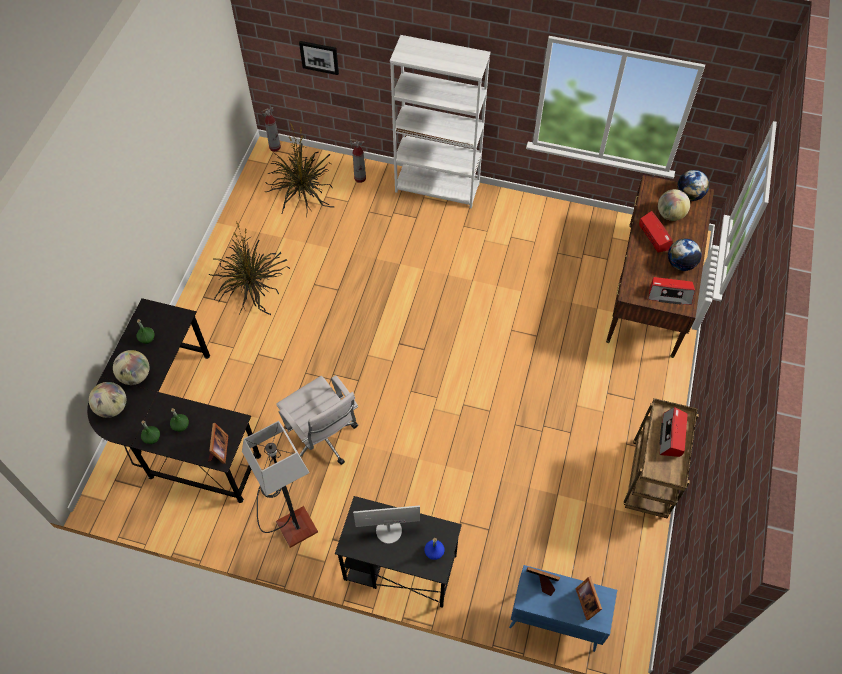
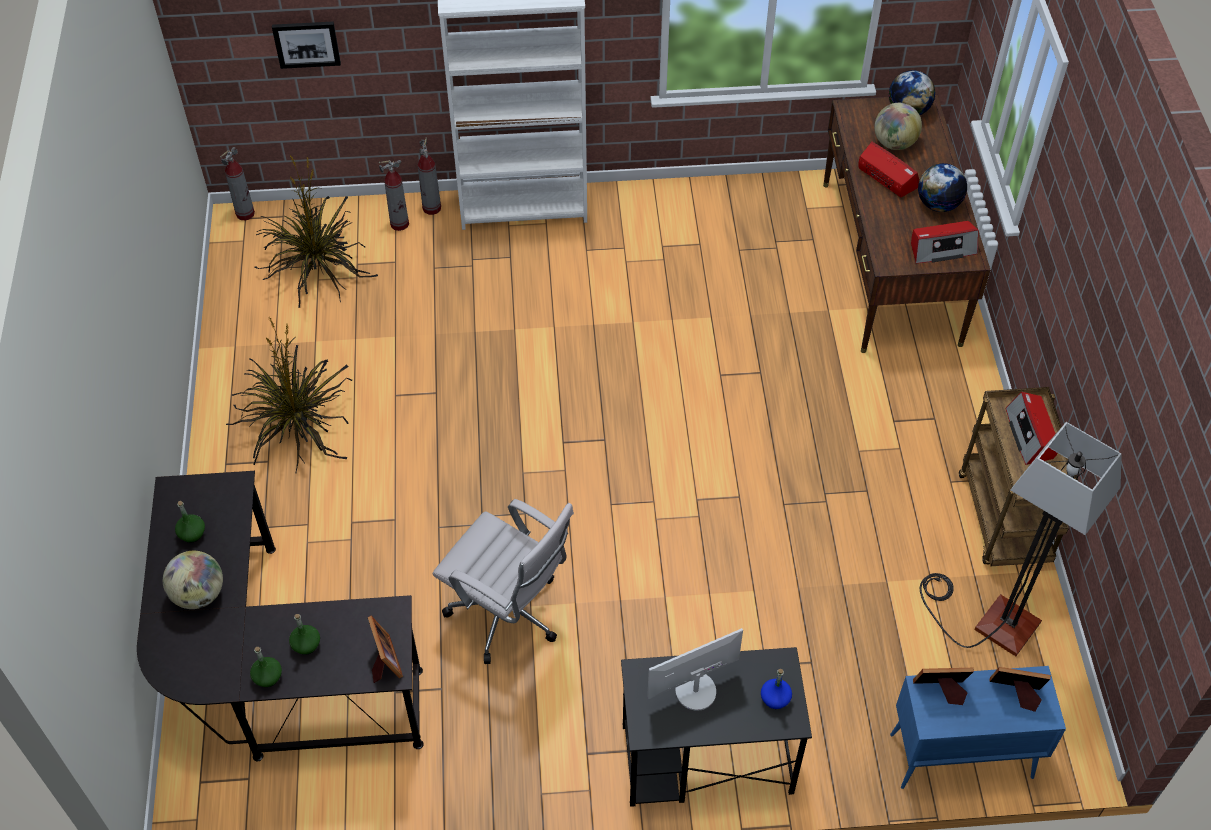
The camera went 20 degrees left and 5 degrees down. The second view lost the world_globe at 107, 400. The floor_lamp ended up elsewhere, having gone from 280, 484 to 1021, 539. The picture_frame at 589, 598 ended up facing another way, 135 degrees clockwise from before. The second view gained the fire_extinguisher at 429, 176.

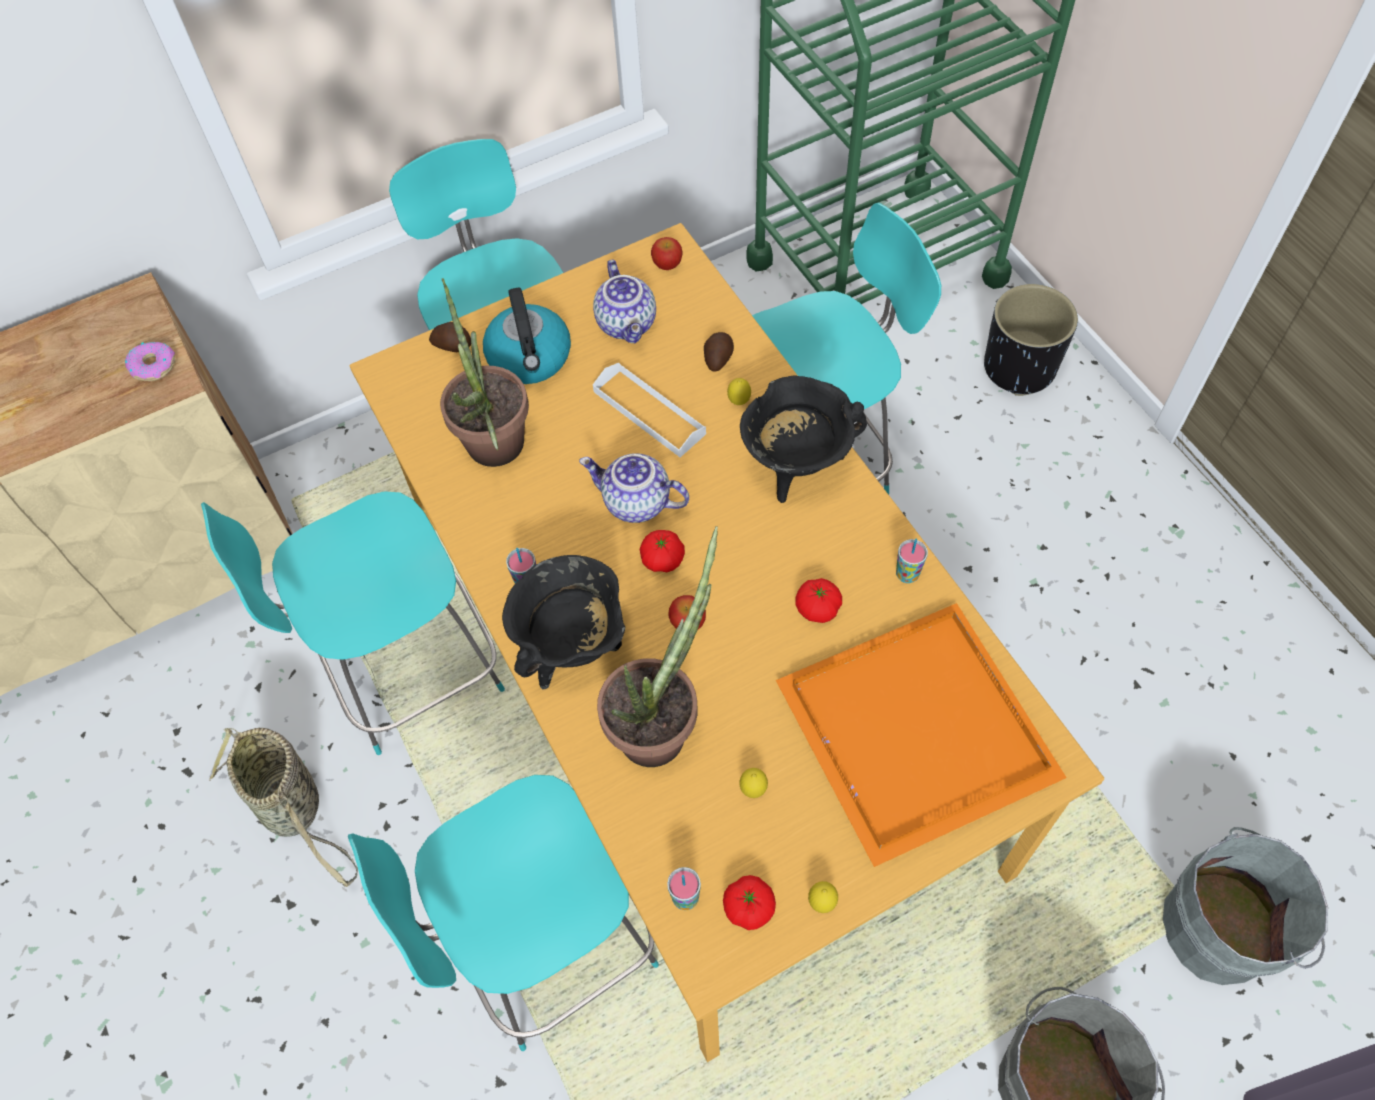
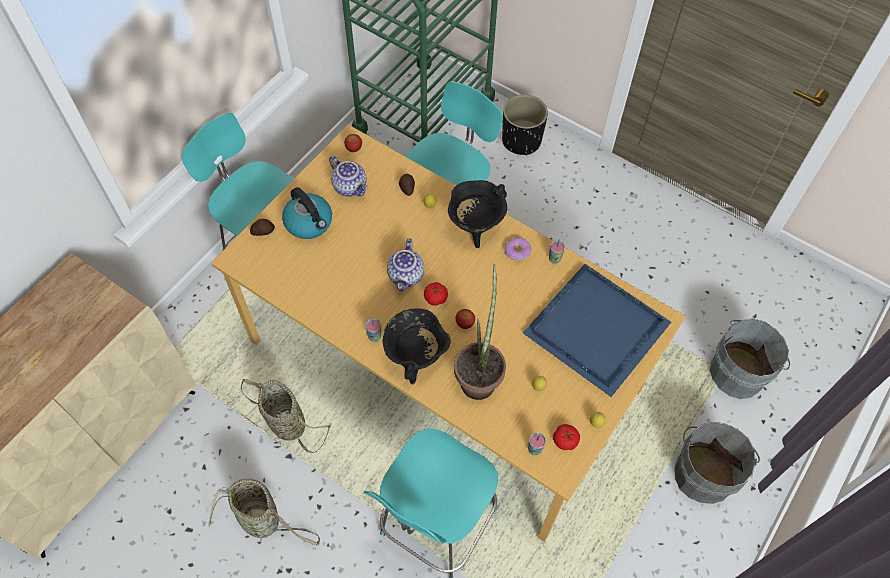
The camera went 30 degrees left and 0 degrees up. The second view lost the houseplant at 484, 372. The ring_doughnut ended up elsewhere, having gone from 150, 361 to 517, 249. The second view lost the whitish_carrying_tray at 649, 410. The tea_pot at 634, 488 ended up facing another way, 75 degrees counterclockwise from before. Where the turquoise_chair stood at 353, 623, the storage_basket came to stand at 286, 416. The second view lost the tomato at 819, 600. What was the orange-coloured_carrying_tray at 921, 735 turned into the blue_carrying_tray at 597, 330.

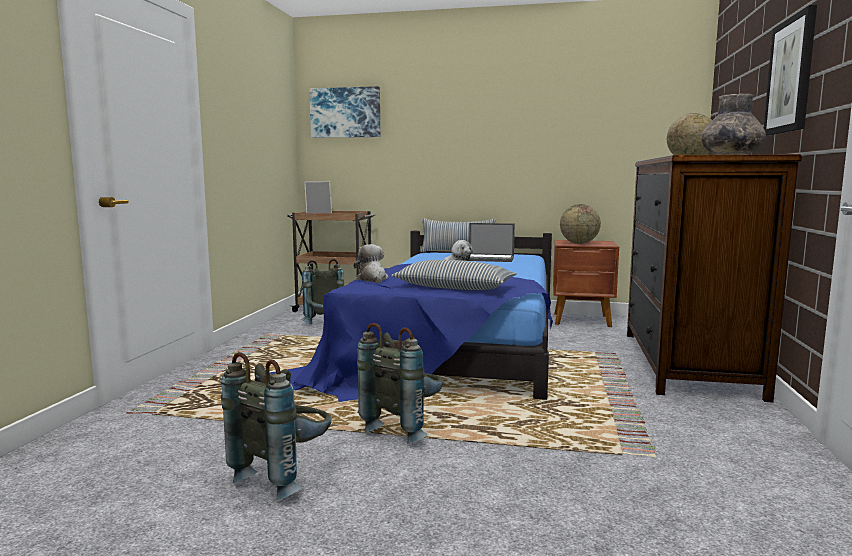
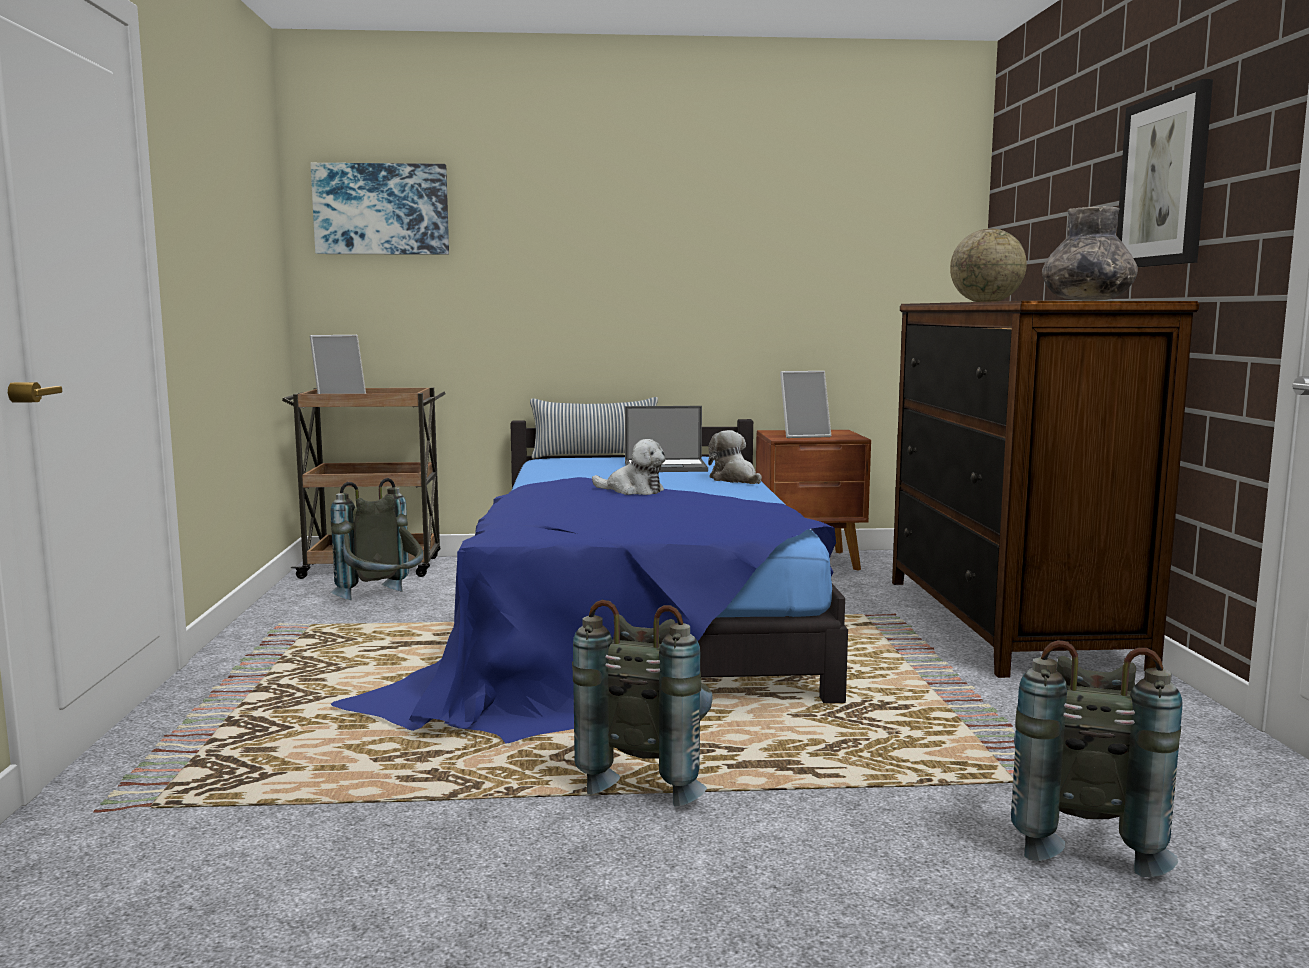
The camera went 15 degrees left and 0 degrees up. Where the world_globe stood at 580, 224, the picture_frame came to stand at 805, 404. The soft_toy ended up elsewhere, having gone from 371, 263 to 735, 457. The second view lost the throw_pillow at 454, 275. The gray_backpack ended up elsewhere, having gone from 276, 426 to 1097, 758.

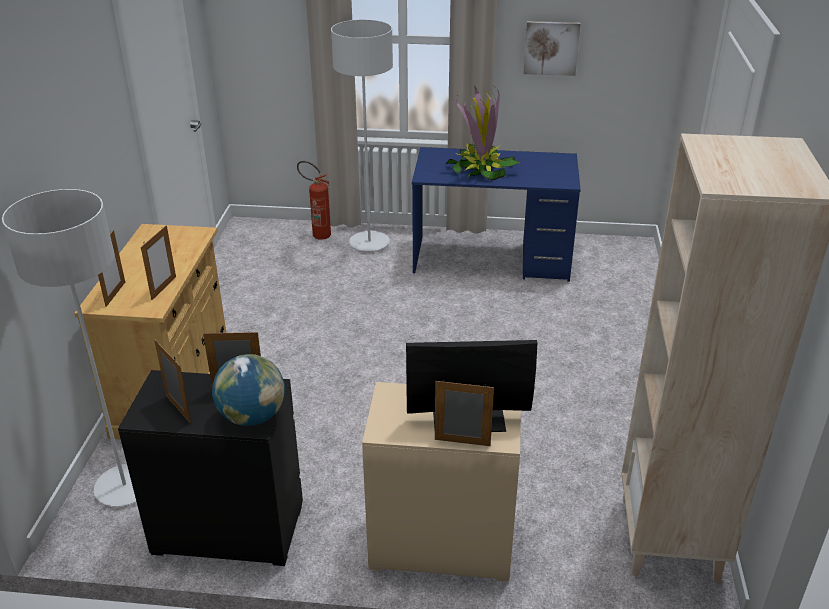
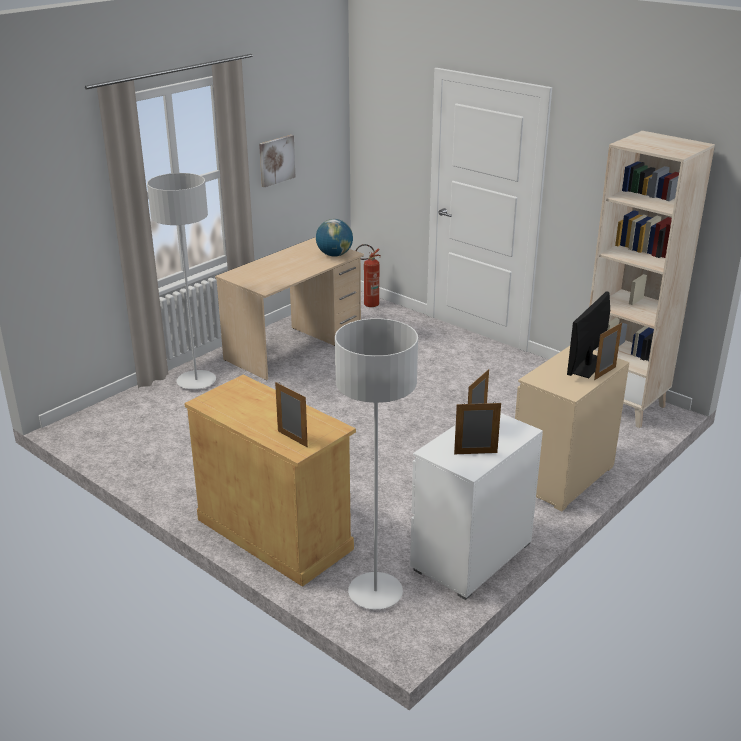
The camera went 55 degrees left and 5 degrees down. The second view lost the houseplant at 482, 133. What was the blue_desk_unit at 496, 214 turned into the sand-coloured_desk_unit at 289, 308. The fire_extinguisher ended up elsewhere, having gone from 314, 200 to 368, 275. The second view lost the picture_frame at 158, 262. The world_globe ended up elsewhere, having gone from 248, 390 to 334, 238. What was the black-coloured_drawer_chest at 210, 468 turned into the whitish_drawer_chest at 476, 506.

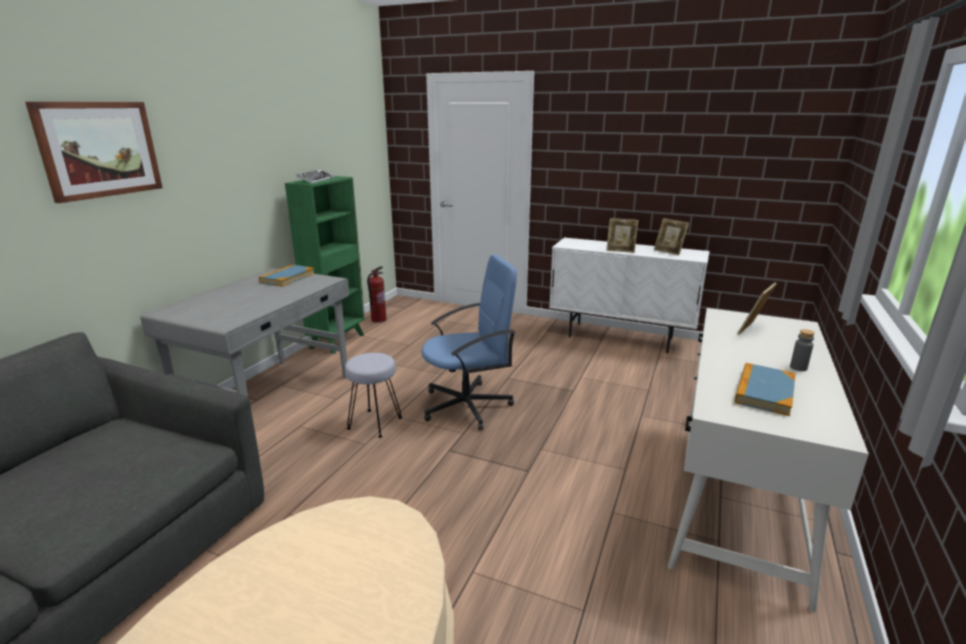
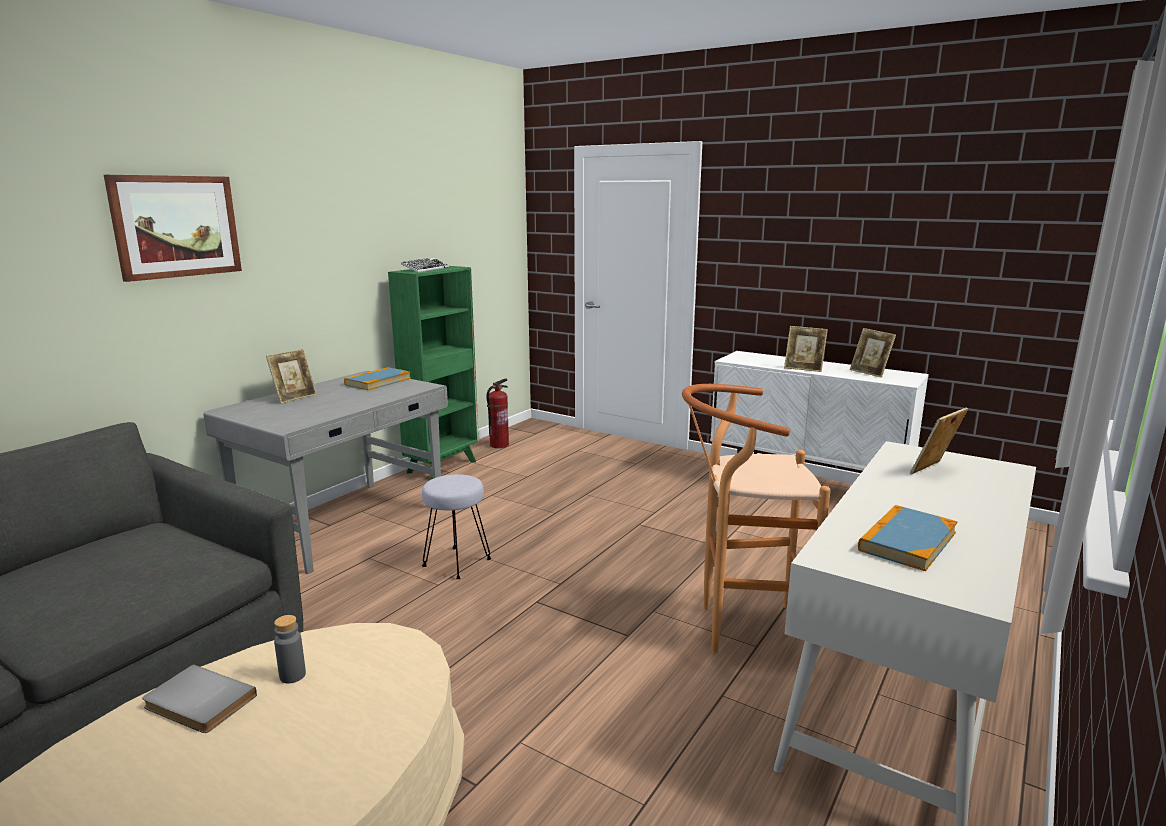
The camera went 10 degrees right and 5 degrees down. The second view lost the blue_computer_chair at 469, 342. The gray_beverage_bottle ended up elsewhere, having gone from 802, 350 to 290, 649. The second view gained the picture_frame at 291, 376. The second view gained the brown_stool_seat at 756, 519. The second view gained the gray_book at 199, 698.

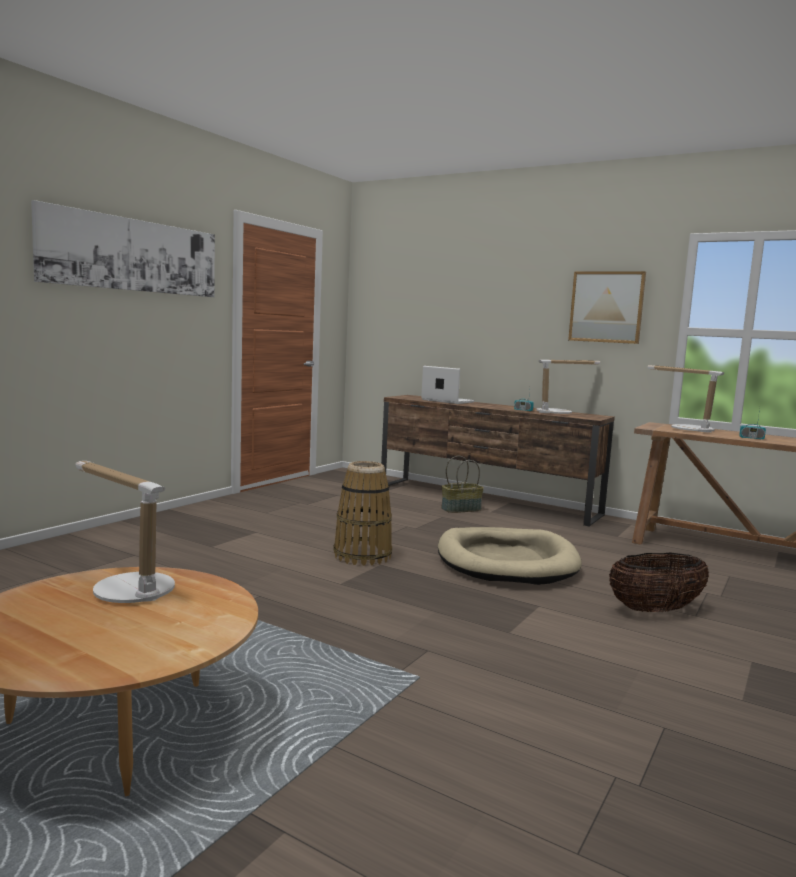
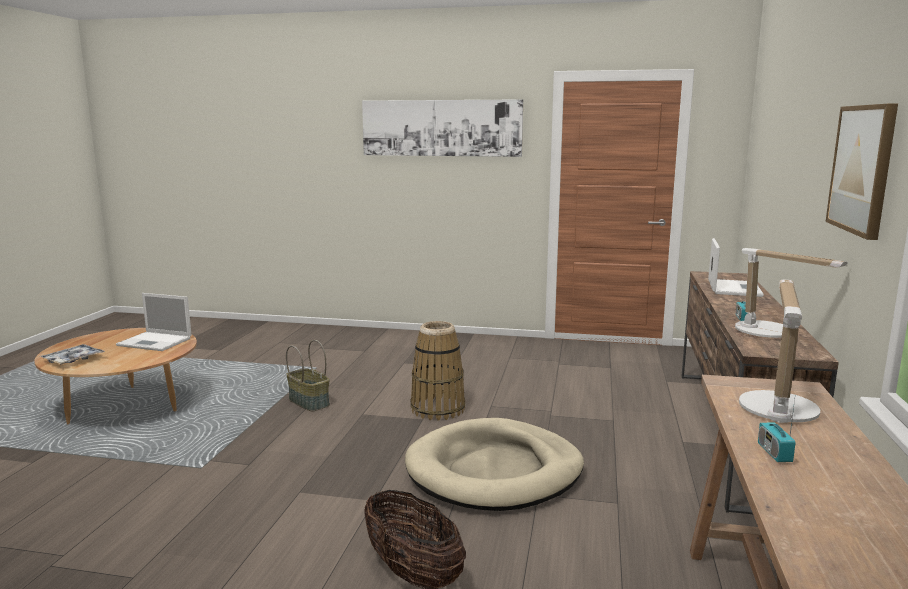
The camera went 70 degrees right and 5 degrees up. The storage_basket ended up elsewhere, having gone from 462, 484 to 308, 375. Where the table_lamp stood at 125, 532, the laptop came to stand at 154, 322. The second view gained the carrying_tray at 72, 354.

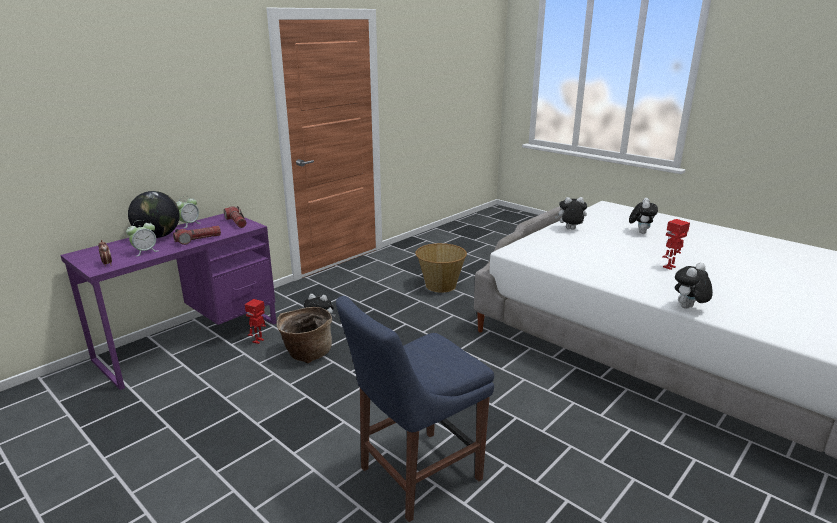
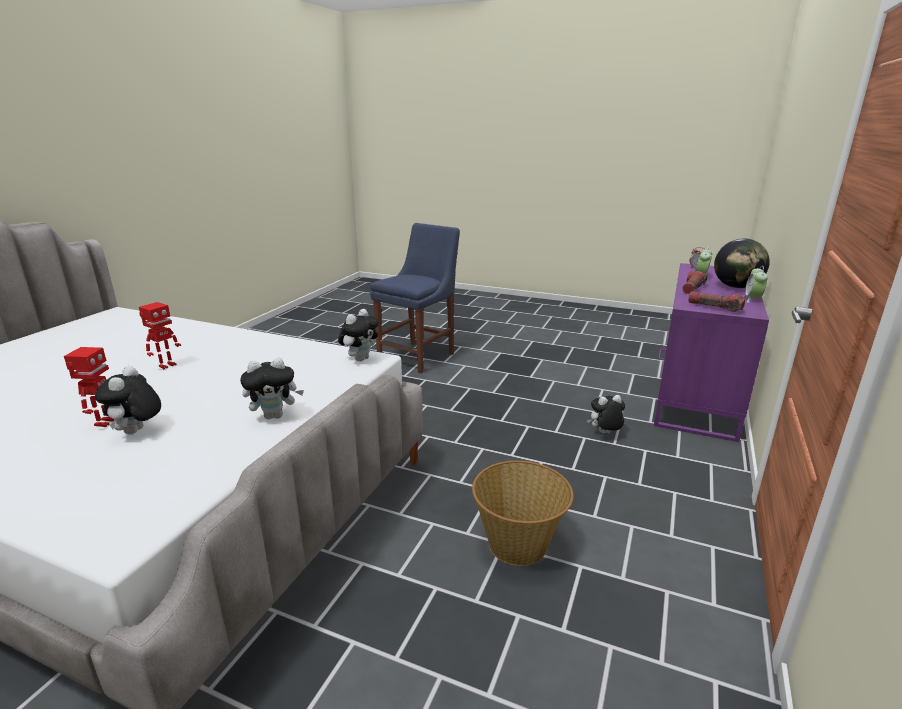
The camera went 160 degrees right and 0 degrees up. The soft_toy ended up elsewhere, having gone from 694, 286 to 358, 335. The toy_robot ended up elsewhere, having gone from 255, 321 to 89, 387. The second view lost the storage_basket at 304, 335.

